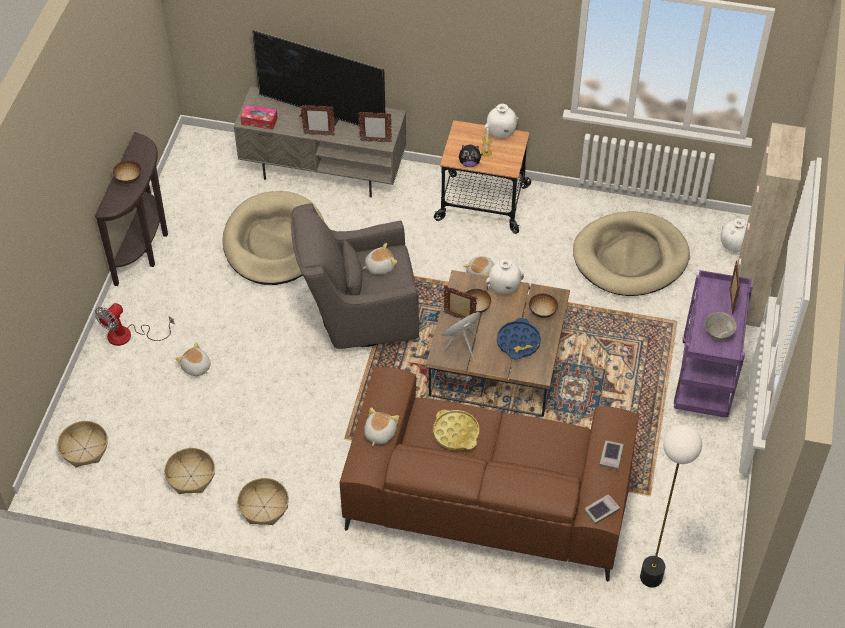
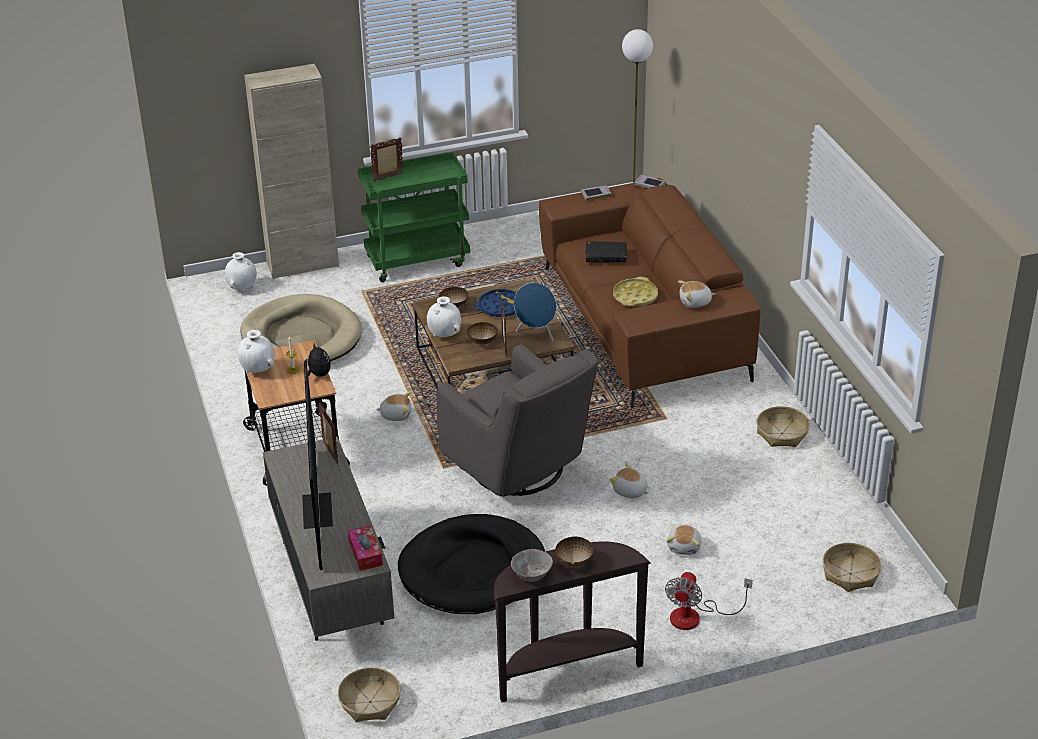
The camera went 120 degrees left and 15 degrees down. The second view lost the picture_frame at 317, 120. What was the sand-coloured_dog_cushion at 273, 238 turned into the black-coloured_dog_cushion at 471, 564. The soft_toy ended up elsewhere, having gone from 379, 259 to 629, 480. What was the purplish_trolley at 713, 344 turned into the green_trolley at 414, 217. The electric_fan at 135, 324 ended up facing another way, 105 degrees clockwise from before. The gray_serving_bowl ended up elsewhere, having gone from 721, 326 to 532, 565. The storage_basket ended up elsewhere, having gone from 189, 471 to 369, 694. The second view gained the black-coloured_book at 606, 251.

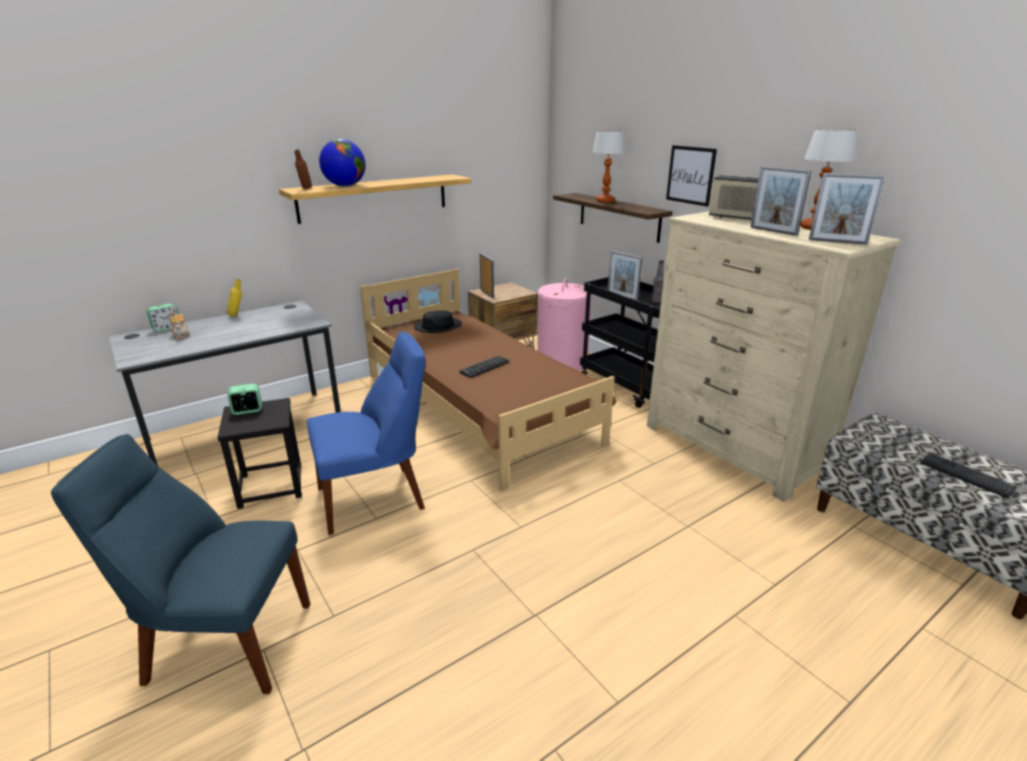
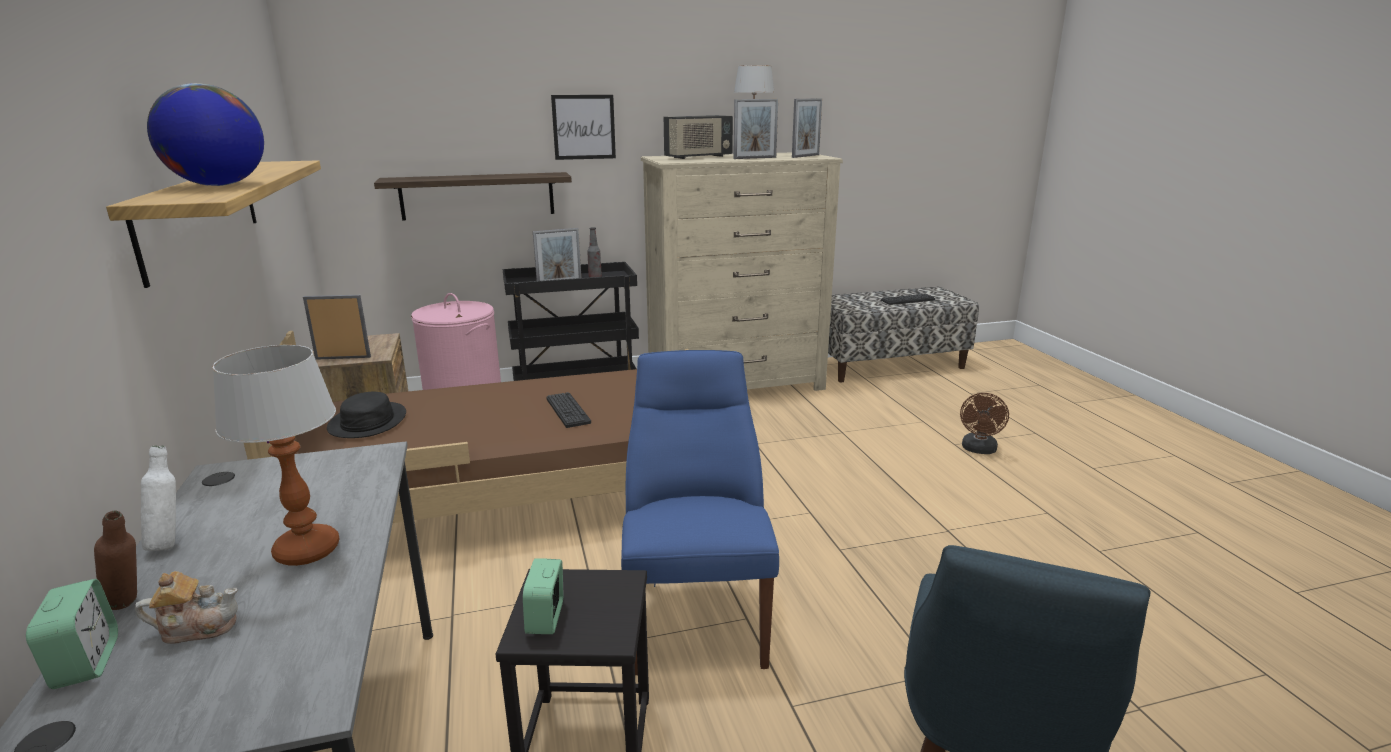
The camera went 70 degrees left and 5 degrees down. The table_lamp ended up elsewhere, having gone from 608, 166 to 275, 455. The brown_beverage_bottle ended up elsewhere, having gone from 303, 169 to 115, 560. What was the yellowish_beverage_bottle at 234, 297 turned into the whitish_beverage_bottle at 158, 498. The second view gained the brown_electric_fan at 984, 423.

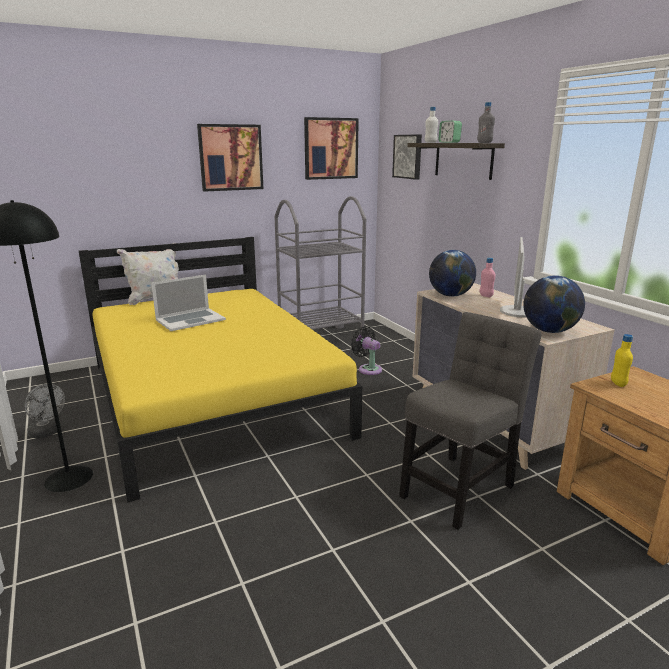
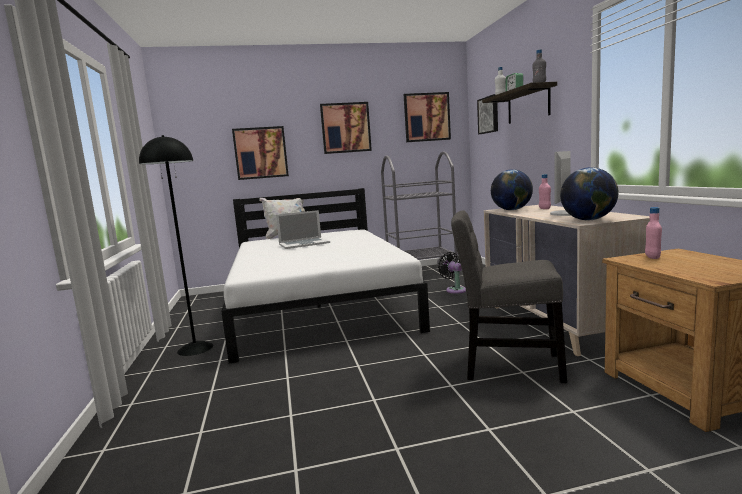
The camera went 15 degrees right and 10 degrees down. What was the yellowish_bedroom_bed at 220, 370 turned into the whitish_bedroom_bed at 325, 276. The gray_chair at 470, 421 ended up facing another way, 135 degrees counterclockwise from before. What was the yellowish_beverage_bottle at 622, 360 turned into the pink-coloured_beverage_bottle at 653, 233. The second view lost the gray_electric_fan at 45, 411. The second view gained the picture at 260, 153.

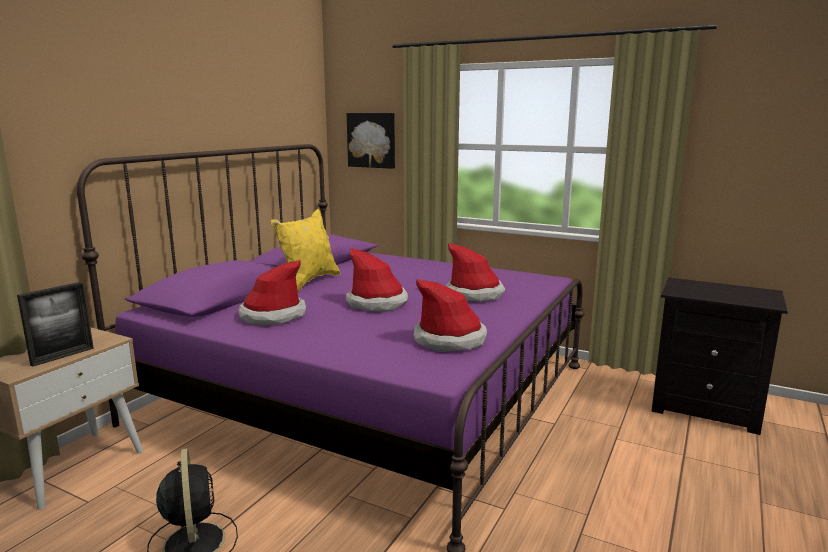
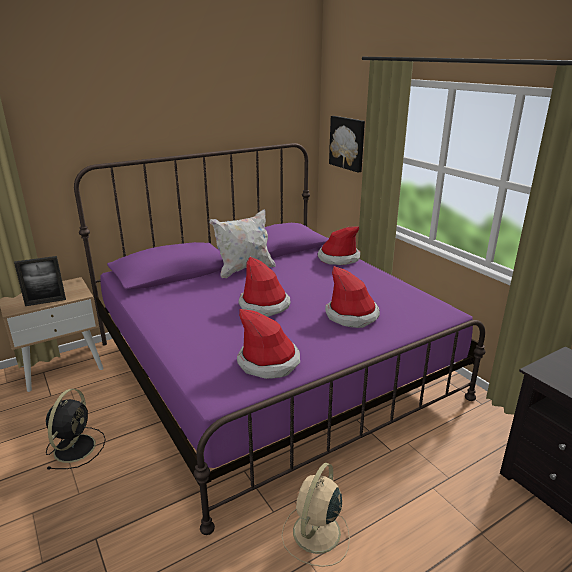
The camera went 30 degrees right and 10 degrees up. What was the yellowish_throw_pillow at 305, 250 turned into the whitish_throw_pillow at 243, 243. The clothing_hat ended up elsewhere, having gone from 272, 293 to 339, 246. The second view gained the sand-coloured_electric_fan at 315, 515.

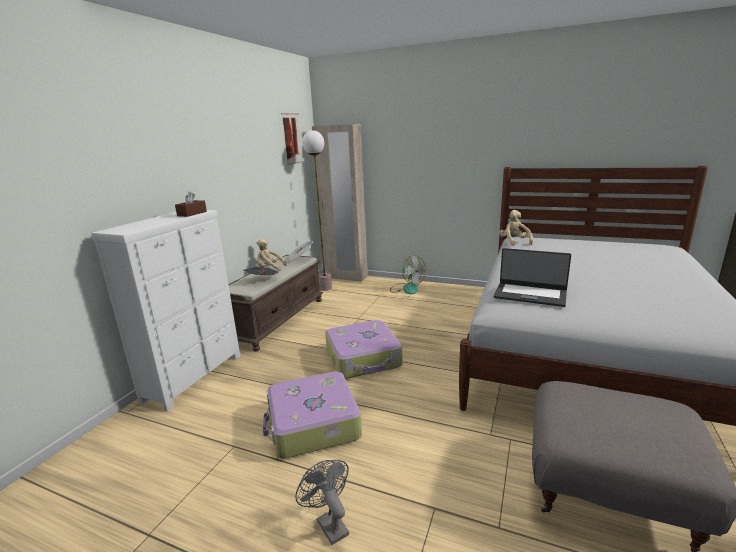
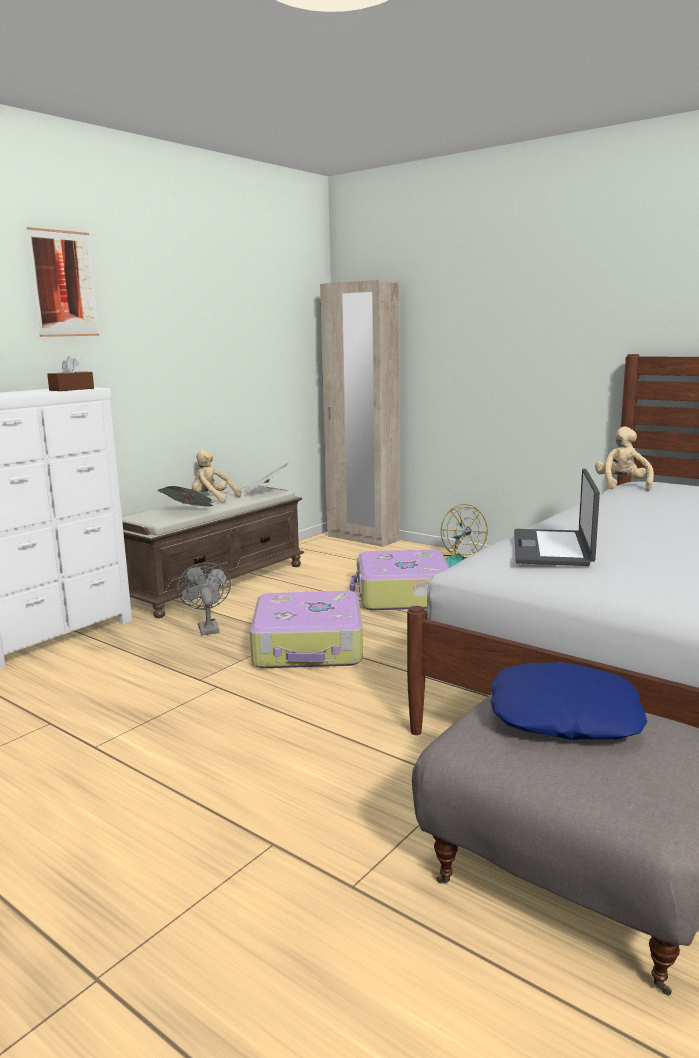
The camera went 15 degrees right and 5 degrees down. The picture ended up elsewhere, having gone from 292, 139 to 63, 282. The second view lost the floor_lamp at 317, 210. The laptop at 532, 277 ended up facing another way, 60 degrees clockwise from before. The suitcase ended up elsewhere, having gone from 312, 415 to 400, 579. The gray_electric_fan ended up elsewhere, having gone from 322, 502 to 204, 599. The second view gained the blue_throw_pillow at 569, 701.

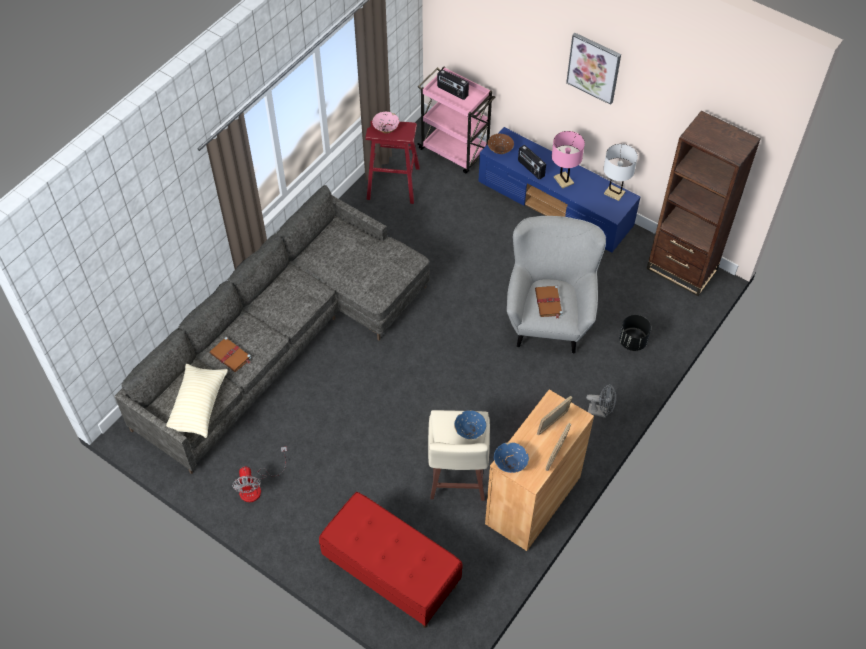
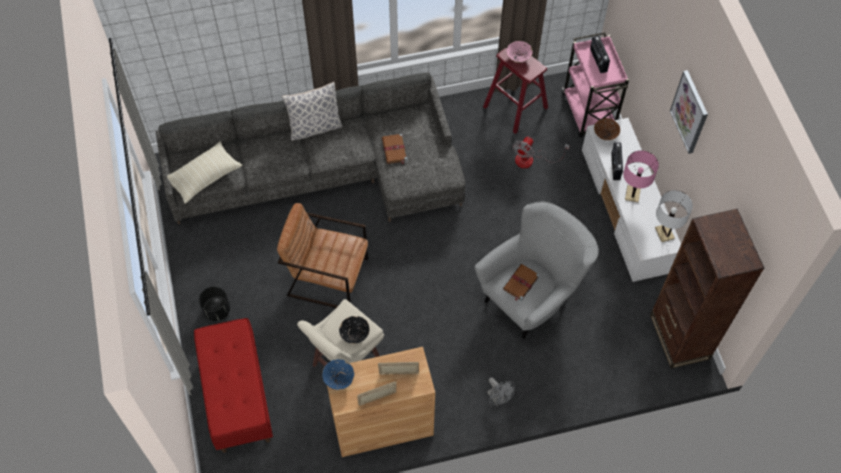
The camera went 40 degrees right and 5 degrees up. What was the blue_tv_stand at 559, 190 turned into the whitish_tv_stand at 631, 200. The black-coloured_planter ended up elsewhere, having gone from 635, 333 to 214, 303. The brown_book ended up elsewhere, having gone from 230, 354 to 394, 149. What was the blue_serving_bowl at 470, 424 turned into the black-coloured_serving_bowl at 354, 330. The electric_fan ended up elsewhere, having gone from 259, 474 to 541, 152. The second view gained the throw_pillow at 312, 111. The second view gained the brown_armchair at 322, 255.

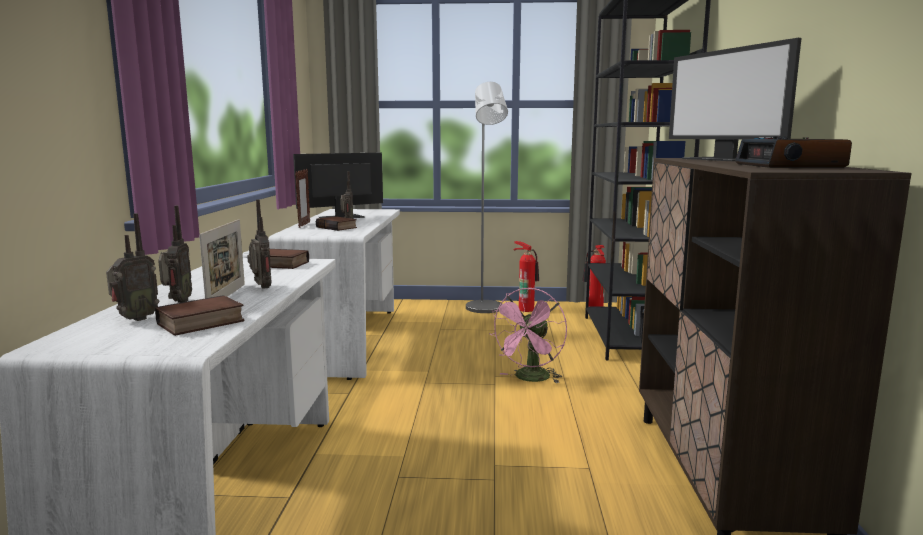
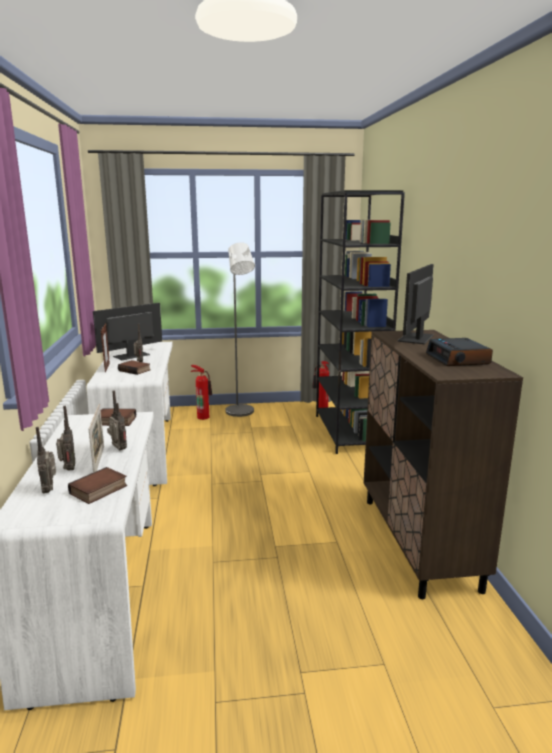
The camera went 10 degrees left and 5 degrees up. The computer_screen at 735, 99 ended up facing another way, 60 degrees clockwise from before. The radio at 132, 267 ended up facing another way, 135 degrees clockwise from before. The fire_extinguisher ended up elsewhere, having gone from 526, 276 to 201, 392. The second view lost the pink-coloured_electric_fan at 528, 335.

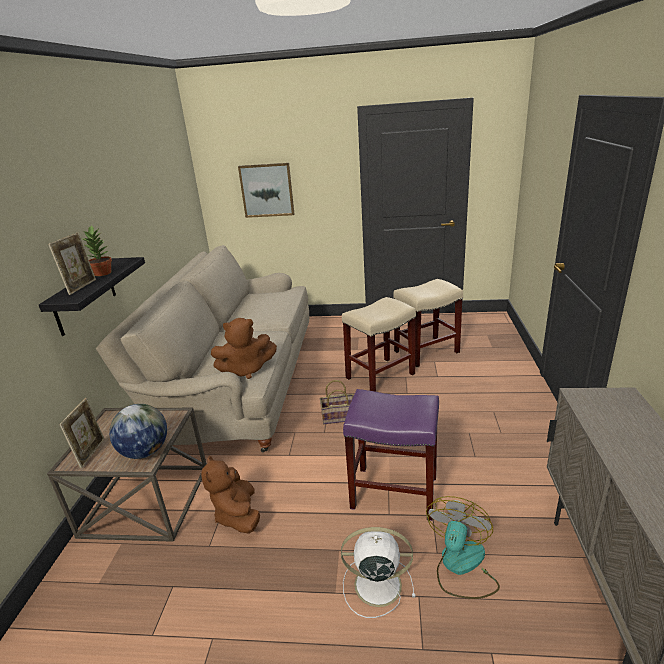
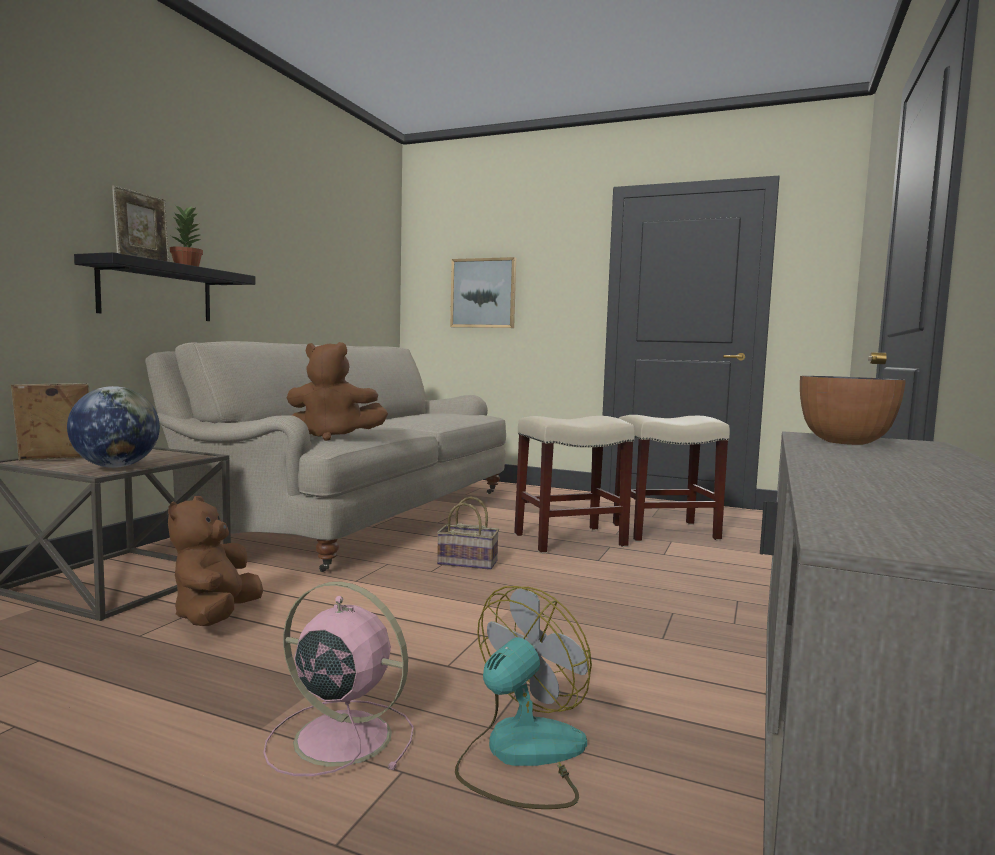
The camera went 15 degrees right and 20 degrees down. The second view lost the purplish_stool_seat at 391, 455. The picture_frame at 81, 433 ended up facing another way, 135 degrees counterclockwise from before. What was the whitish_electric_fan at 378, 572 turned into the pink-coloured_electric_fan at 338, 679. The second view gained the serving_bowl at 853, 410.

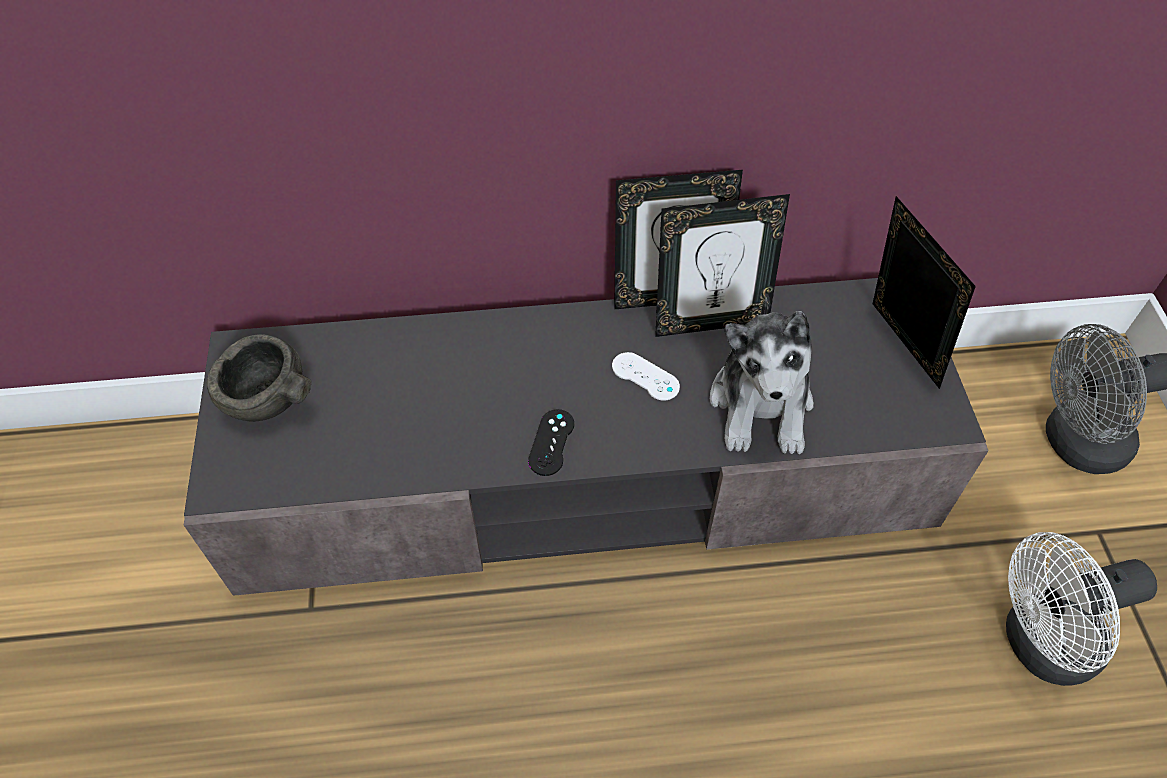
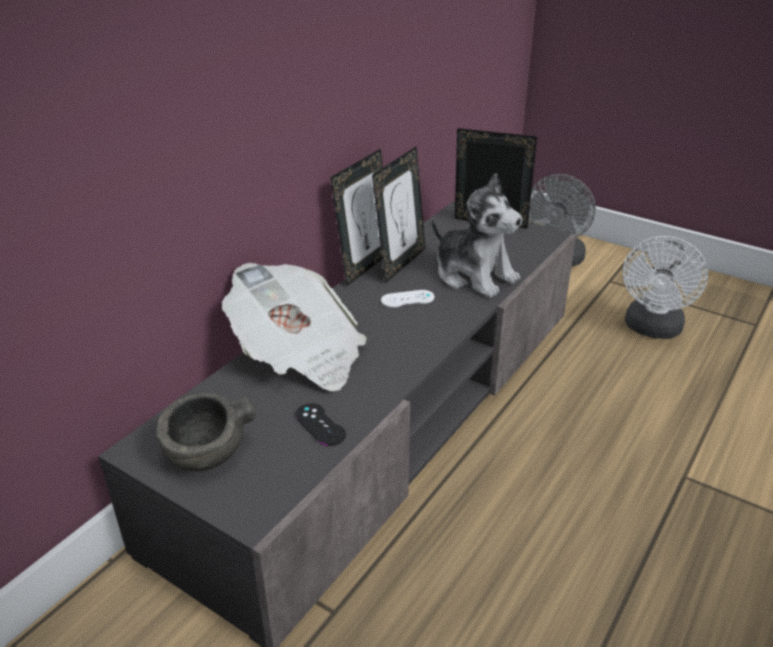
The camera went 50 degrees left and 20 degrees down. The black-coloured_game_controller ended up elsewhere, having gone from 551, 442 to 320, 424. The second view gained the printed_paper at 294, 327.

